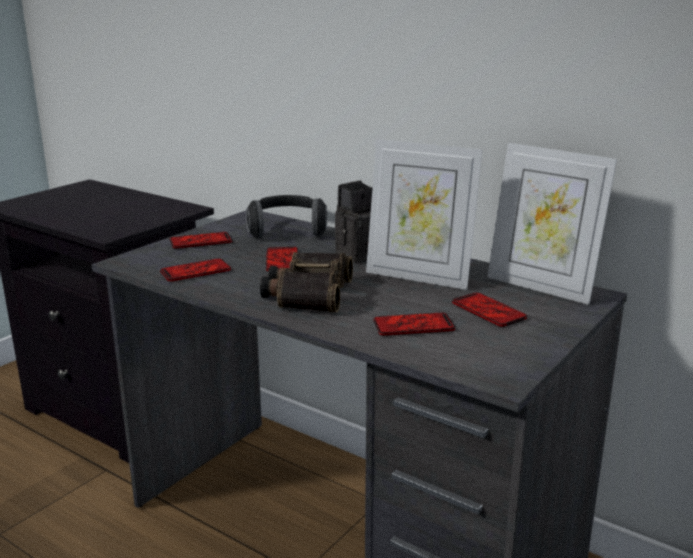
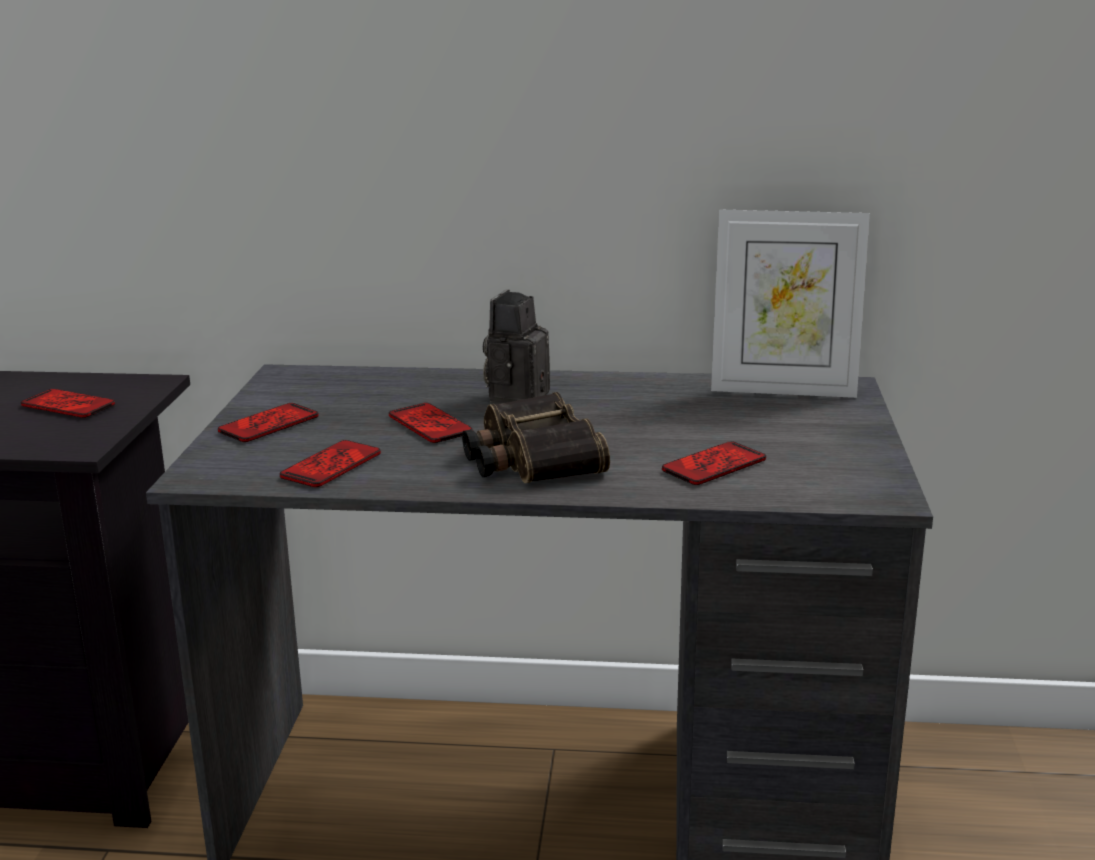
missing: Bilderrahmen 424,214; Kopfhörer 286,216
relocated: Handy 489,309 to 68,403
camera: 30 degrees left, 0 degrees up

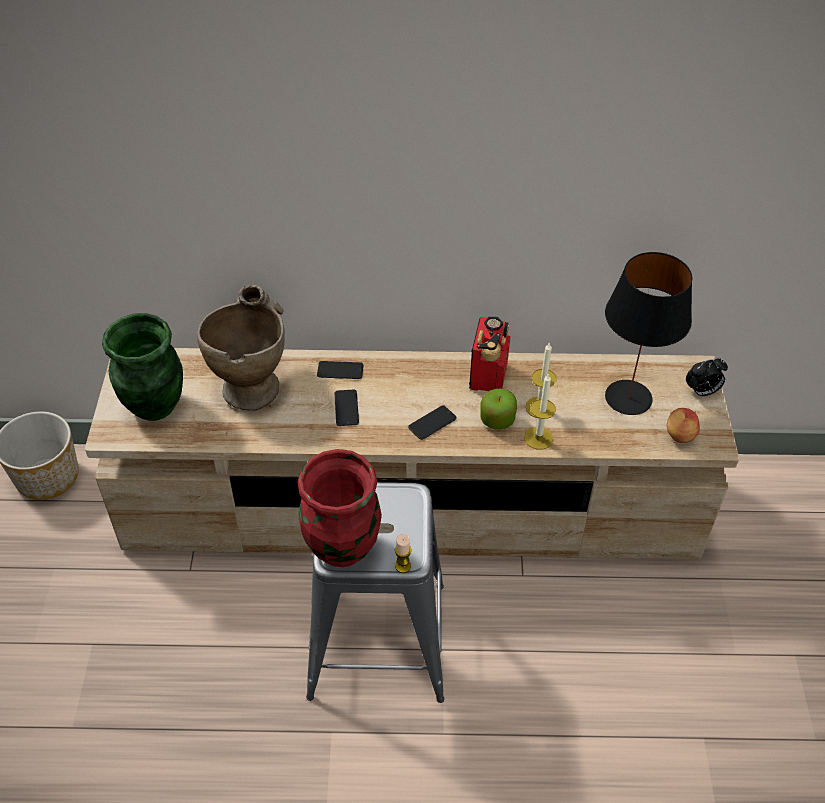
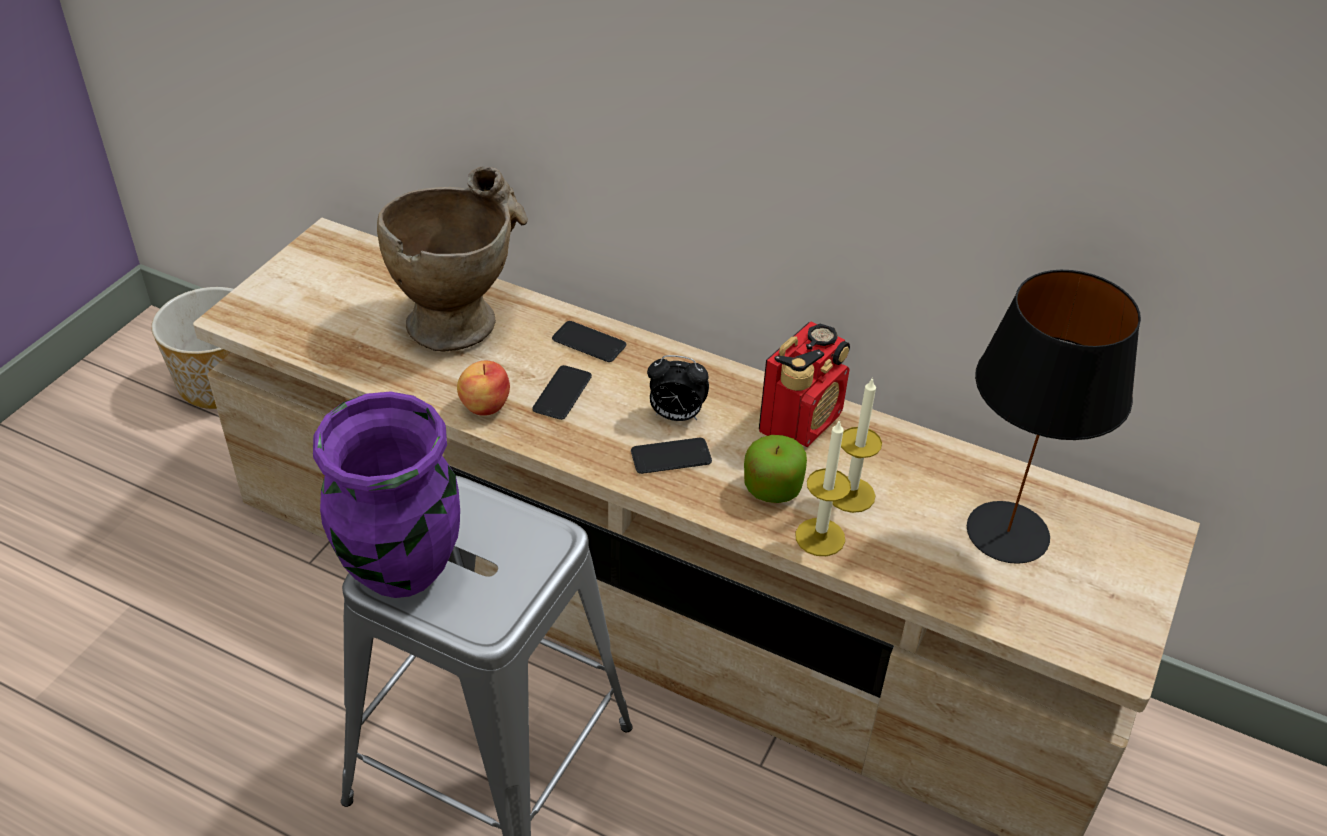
missing: Vase/grün 142,367; Kerze 403,553
relocated: Wecker 707,377 to 678,388; Apfel 683,425 to 483,388
colour: Vase/rot 339,508 to Vase/lila 386,494
camera: 25 degrees right, 5 degrees down

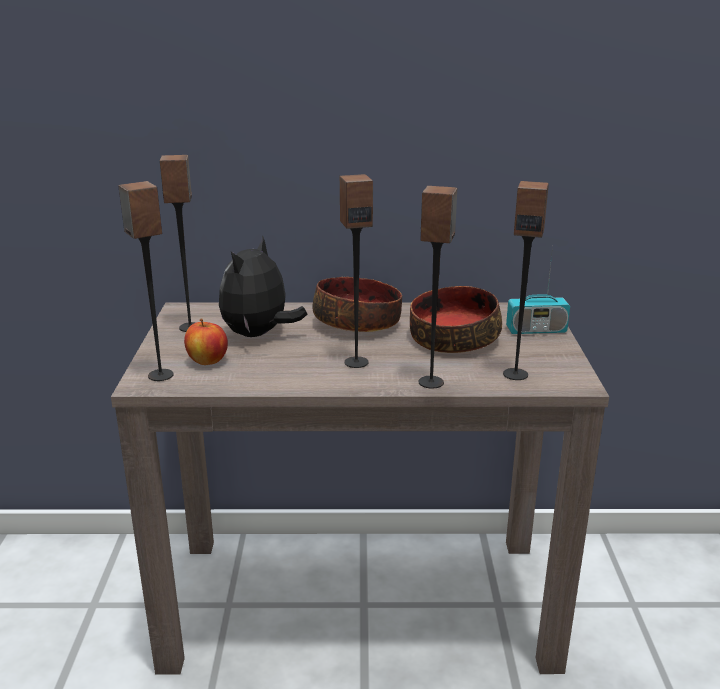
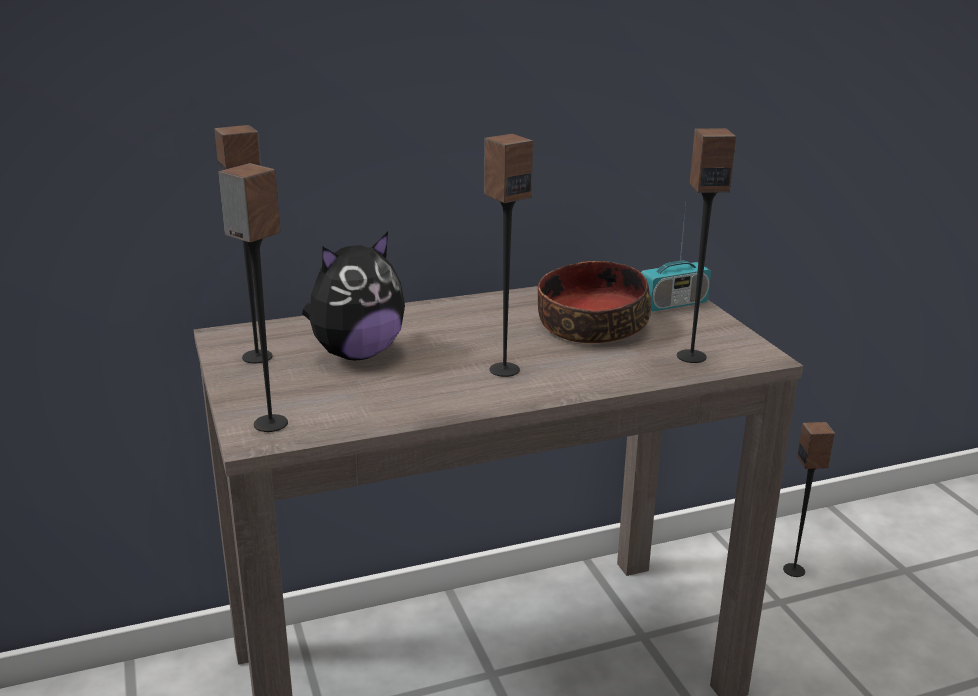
missing: Schüssel 357,304; Apfel 206,341
relocated: Lautsprecher 438,287 to 809,499
spun: Plüschtier 263,286 = 353,295 135 degrees counterclockwise
camera: 20 degrees left, 0 degrees up

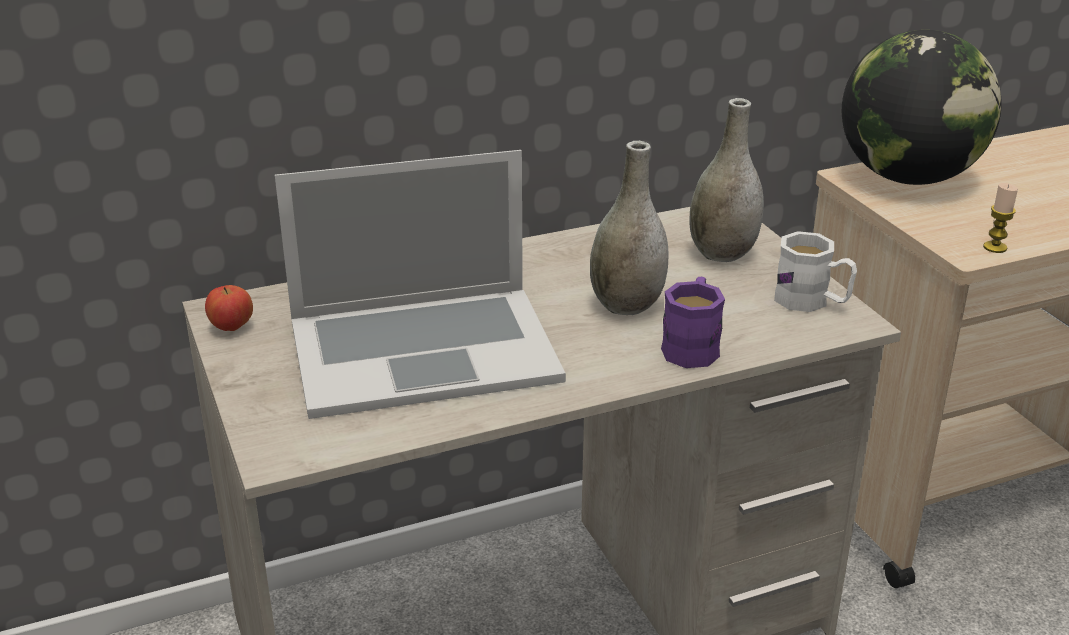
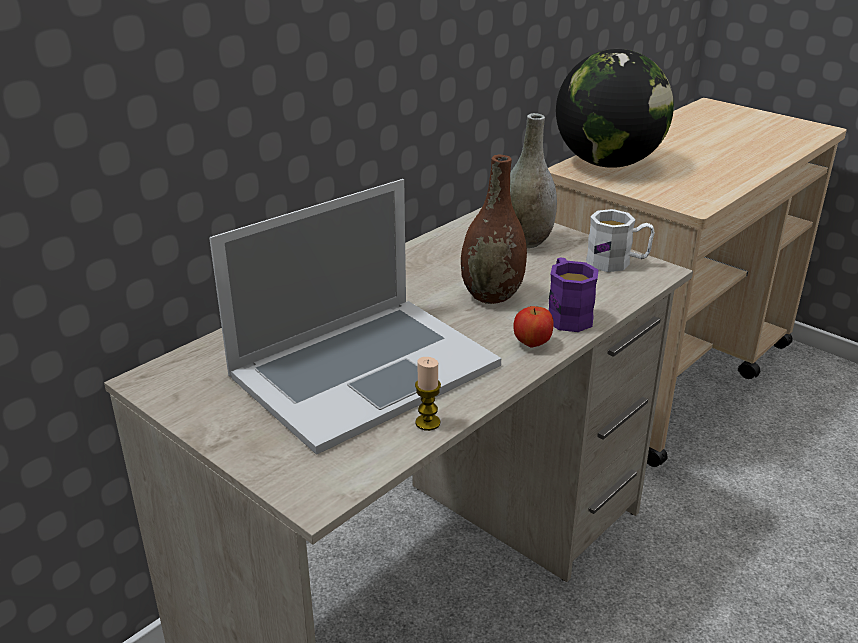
relocated: Kerze 1000,218 to 428,394; Apfel 229,308 to 533,327
colour: Vase/grau 629,228 to Vase/braun 494,229
camera: 25 degrees left, 0 degrees up

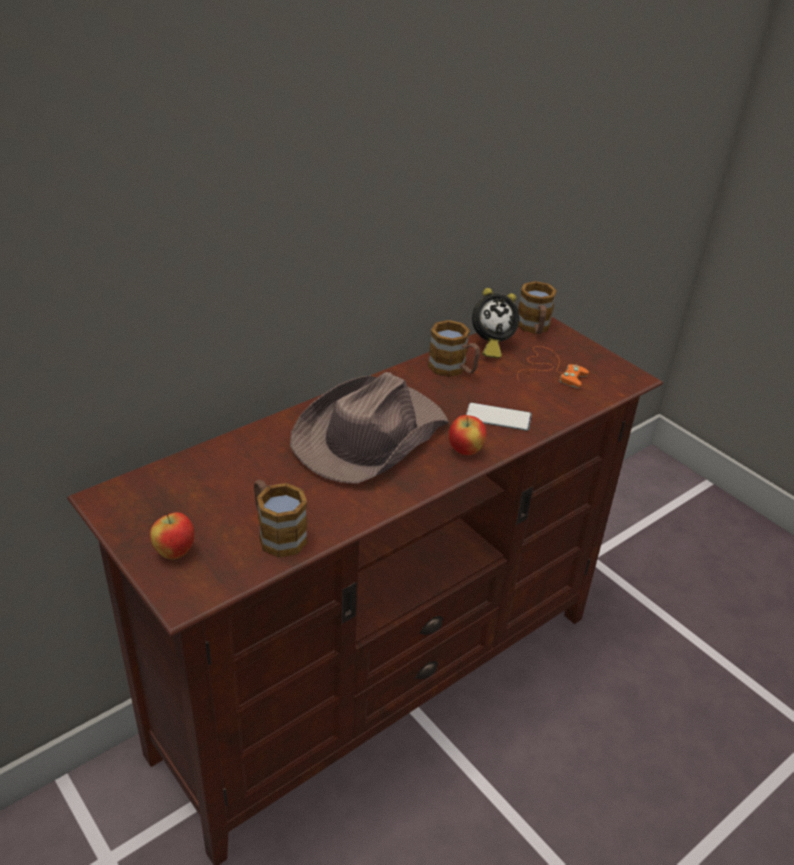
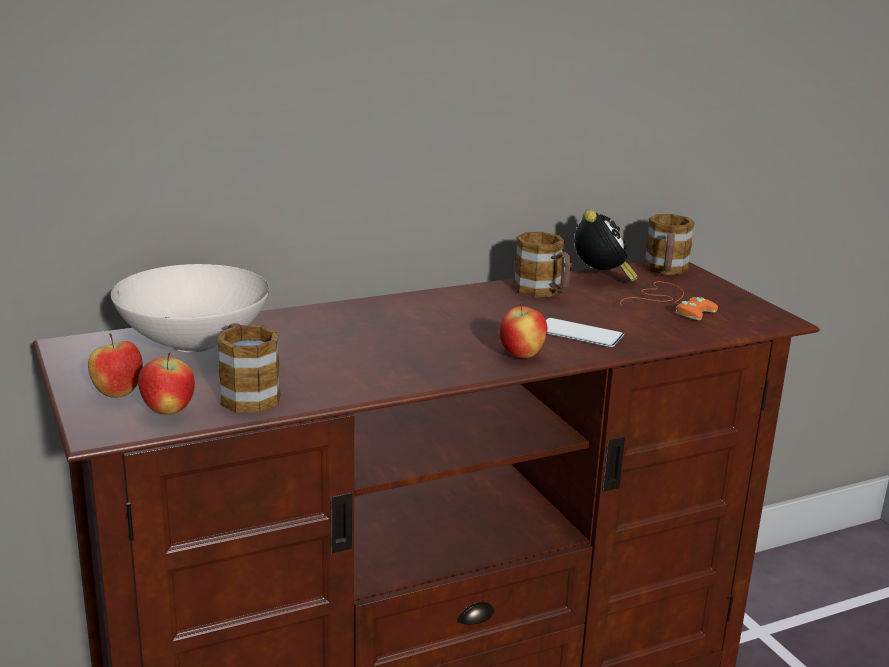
missing: Hut/braun 369,428
appeared: Schüssel/weiß 190,308; Apfel 166,383
spun: Wecker 495,323 = 606,246 90 degrees counterclockwise
camera: 15 degrees right, 15 degrees down

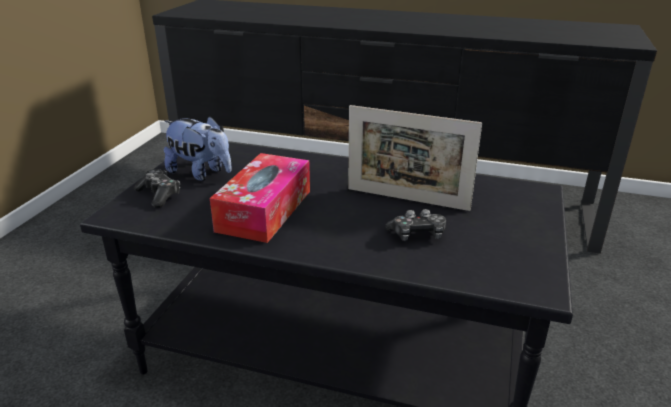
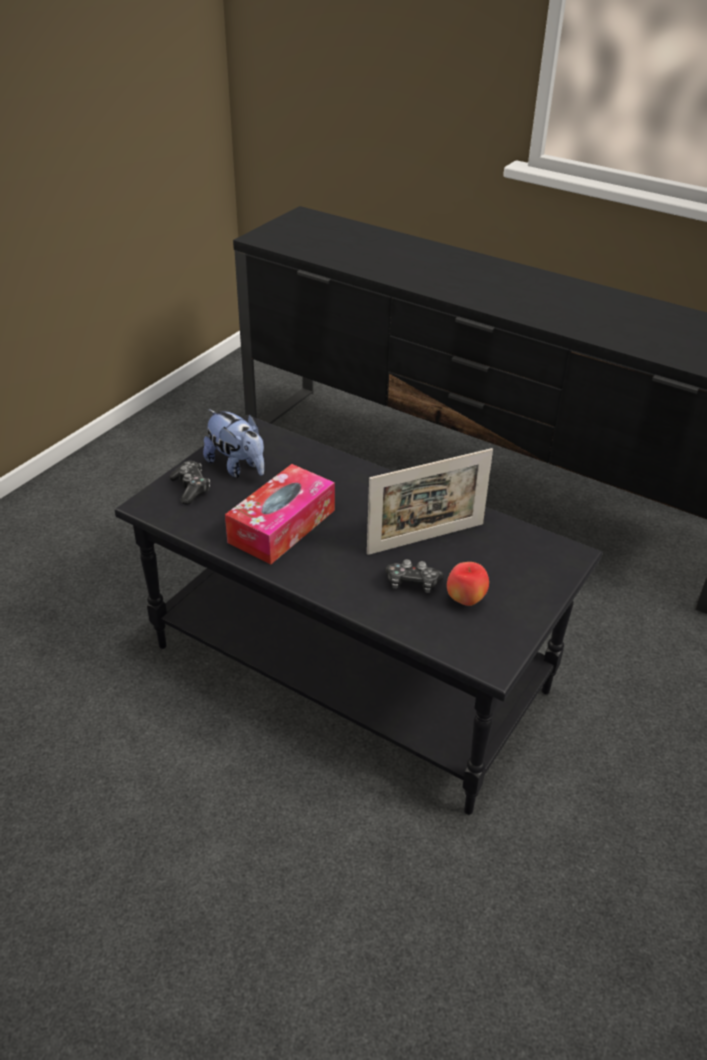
appeared: Apfel 468,584
spun: Bilderrahmen 415,158 = 430,501 60 degrees counterclockwise
camera: 15 degrees right, 10 degrees up

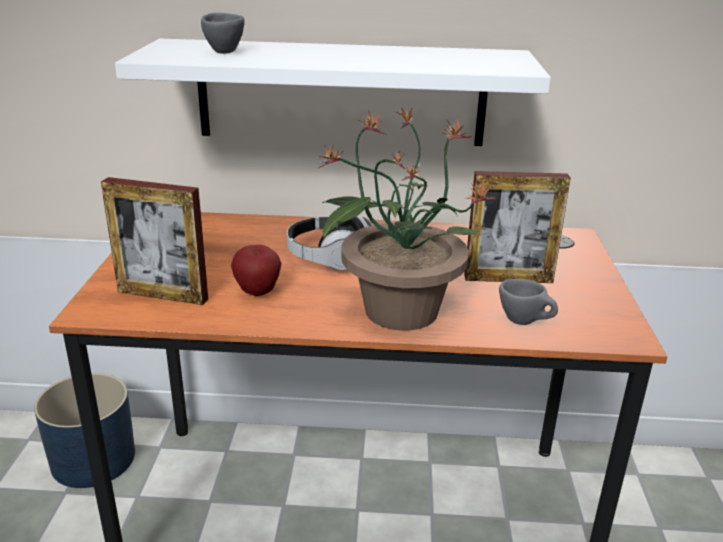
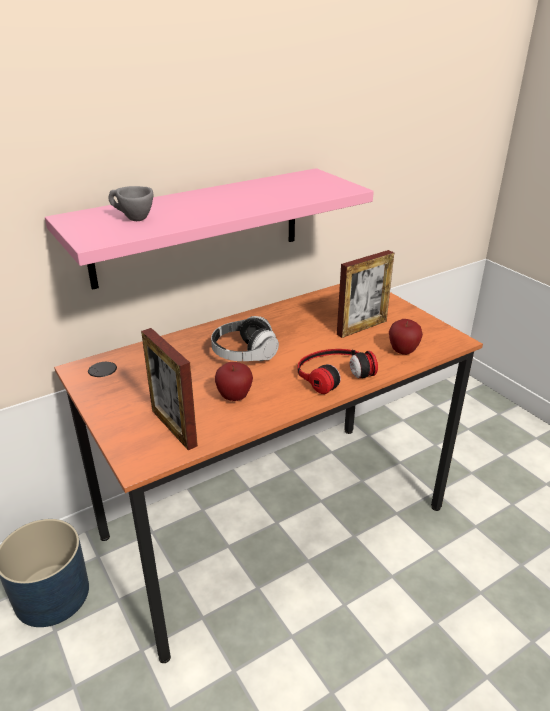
exchanged: Topfpflanze 407,219 to Kopfhörer 337,371; Tasse/grau 528,302 to Apfel 406,337
colour: Wandregal/weiß 333,92 to Wandregal/rosa 209,229
spun: Bilderrahmen 154,241 = 169,389 75 degrees clockwise
camera: 35 degrees left, 5 degrees up

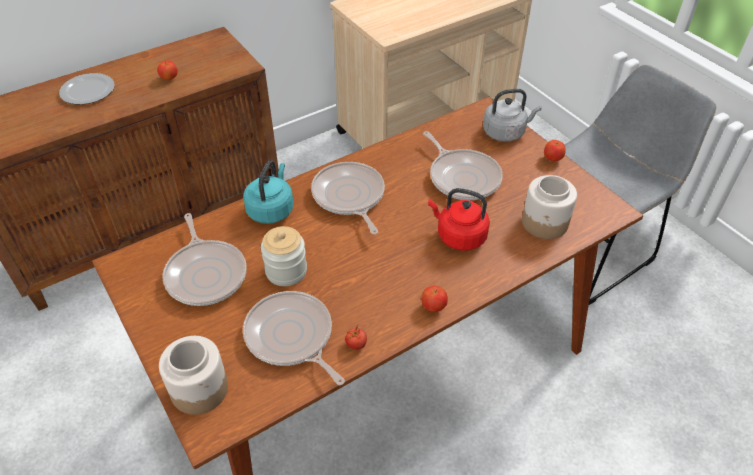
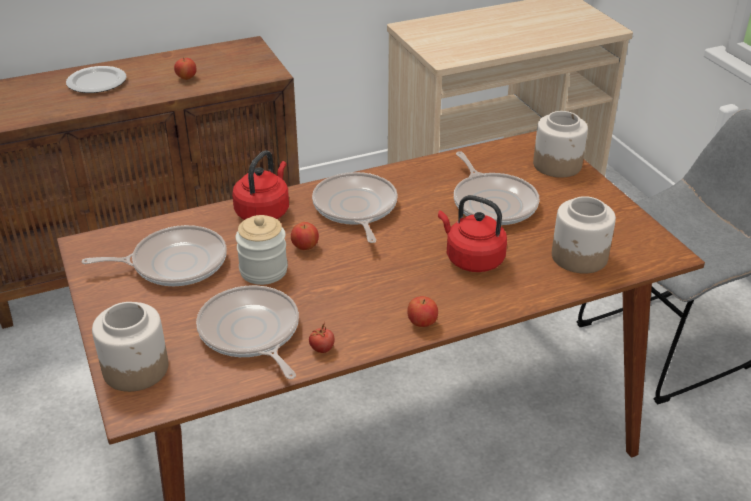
relocated: Apfel 555,151 to 305,236
exchanged: Wasserkessel/grau 512,115 to Vorratsglas 560,144
colour: Wasserkessel/türkis 268,192 to Wasserkessel/rot 260,185
spun: Pfanne 204,259 = 154,255 90 degrees counterclockwise
camera: 10 degrees right, 10 degrees down

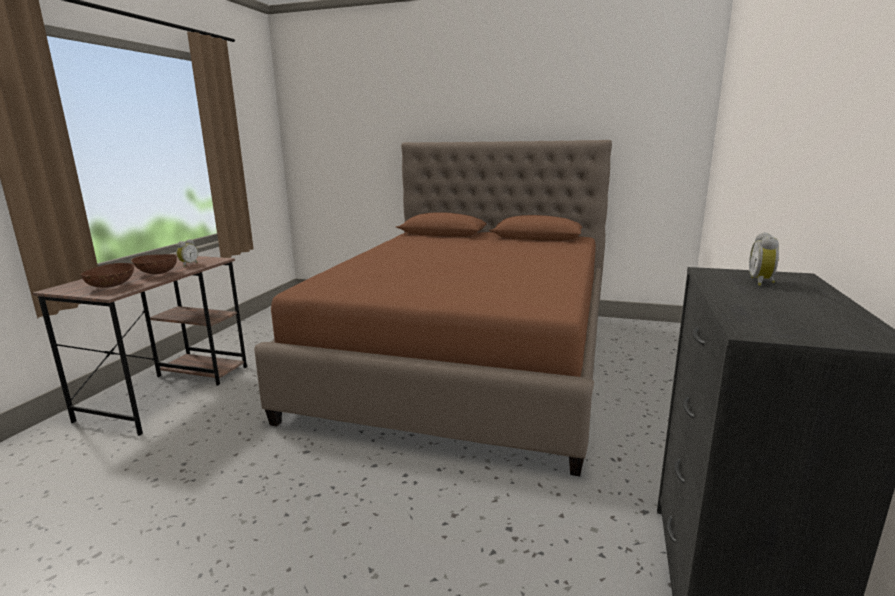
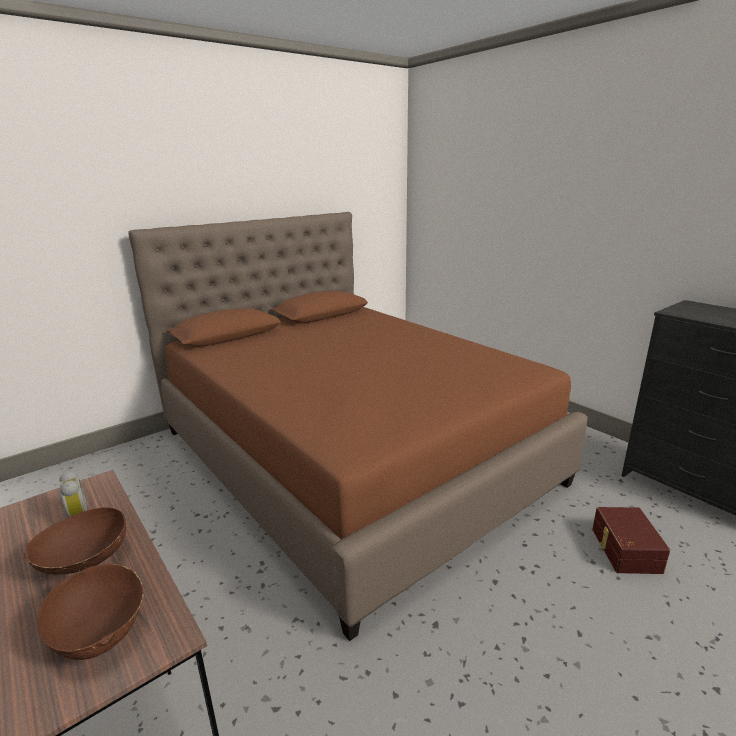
missing: Wecker 764,259
appeared: Aufbewahrungsbox/braun 631,540
camera: 55 degrees left, 5 degrees up

